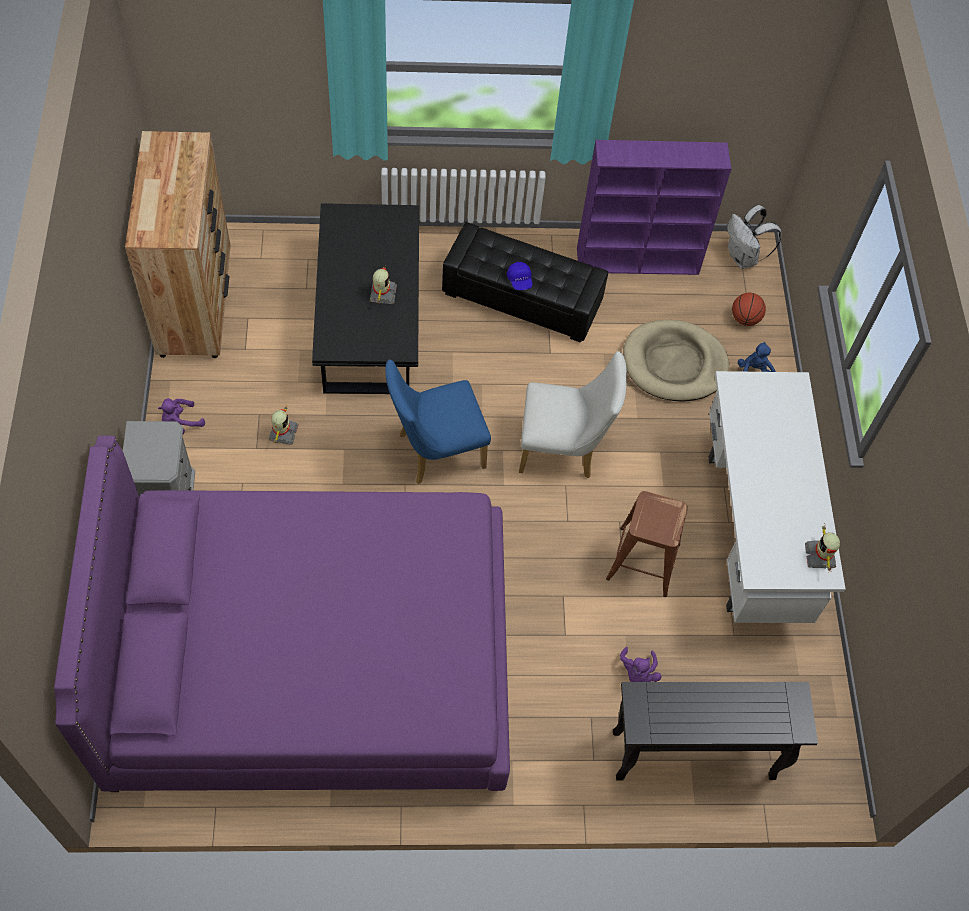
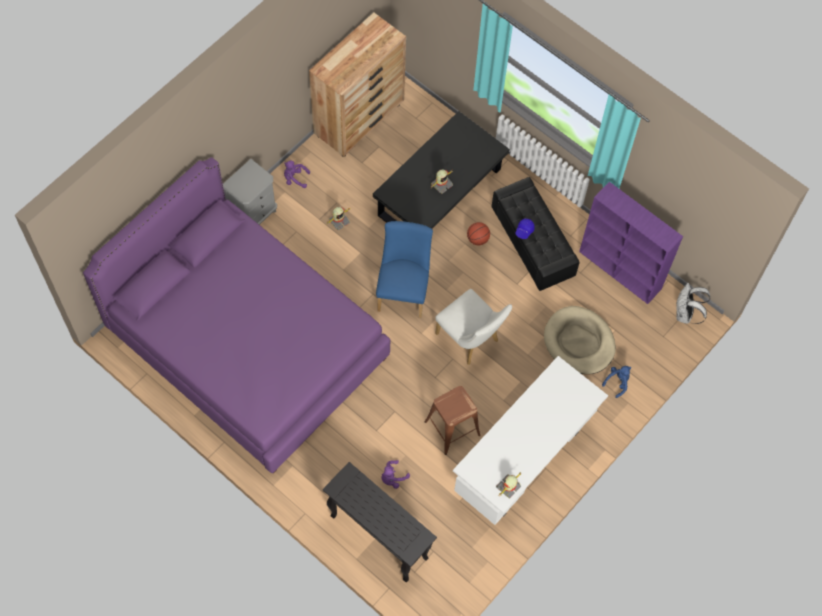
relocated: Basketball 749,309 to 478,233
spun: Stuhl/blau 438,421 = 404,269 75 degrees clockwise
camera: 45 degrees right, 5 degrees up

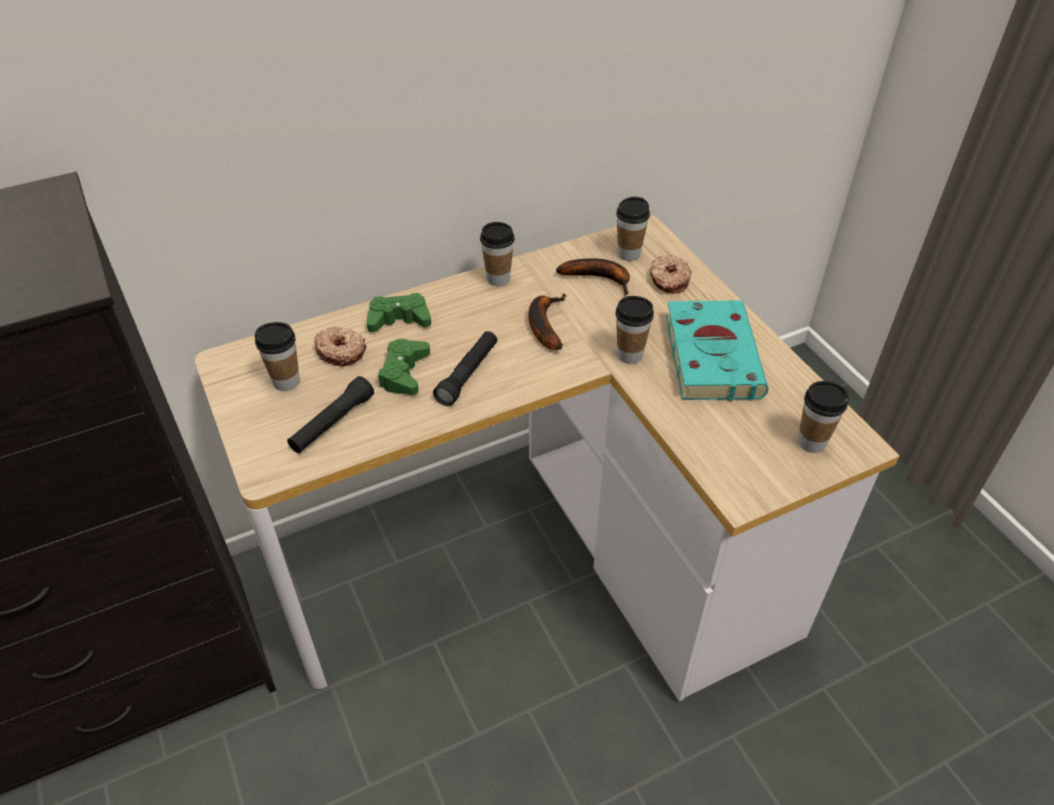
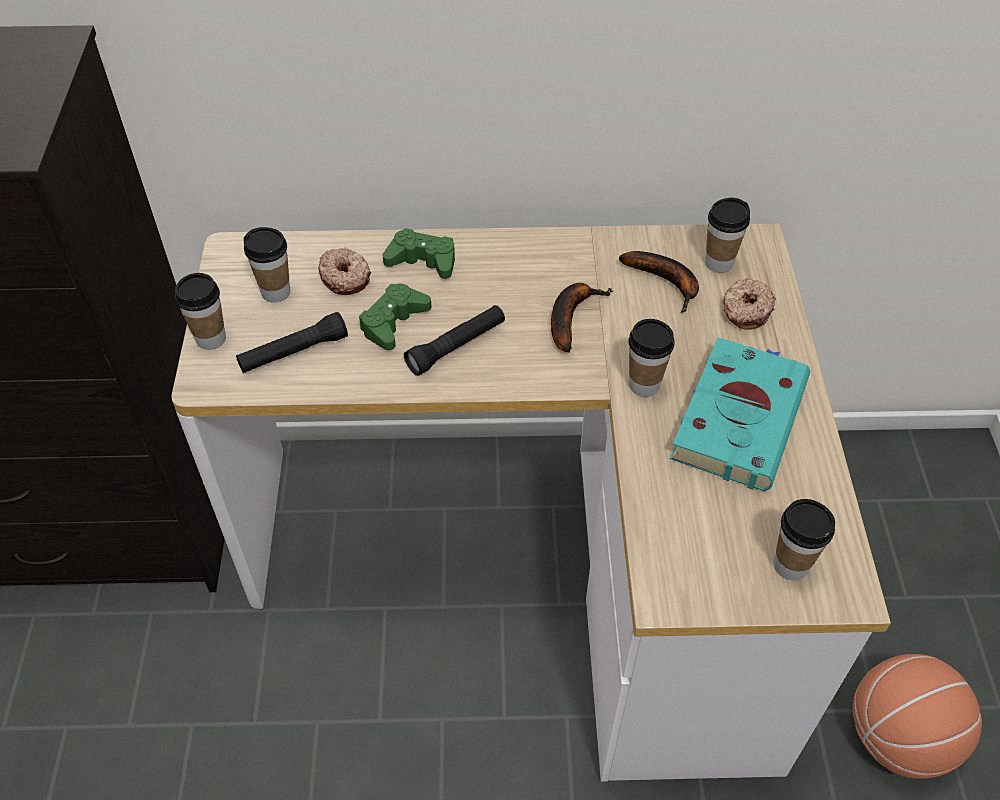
appeared: Basketball 917,716
relocated: Tasse 497,254 to 200,311
camera: 25 degrees right, 5 degrees up

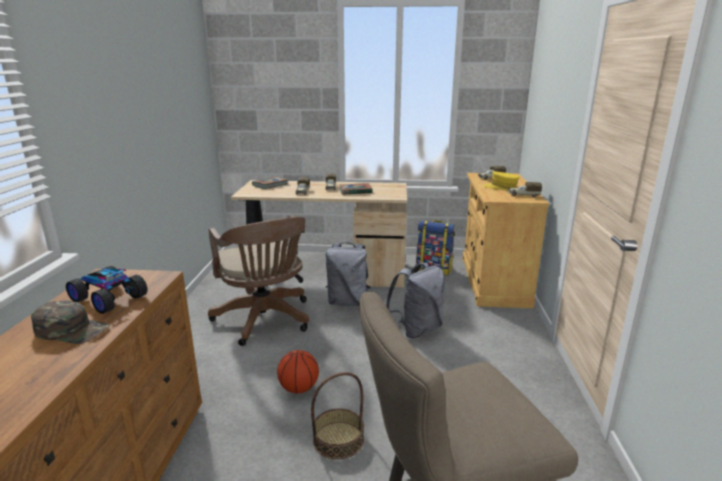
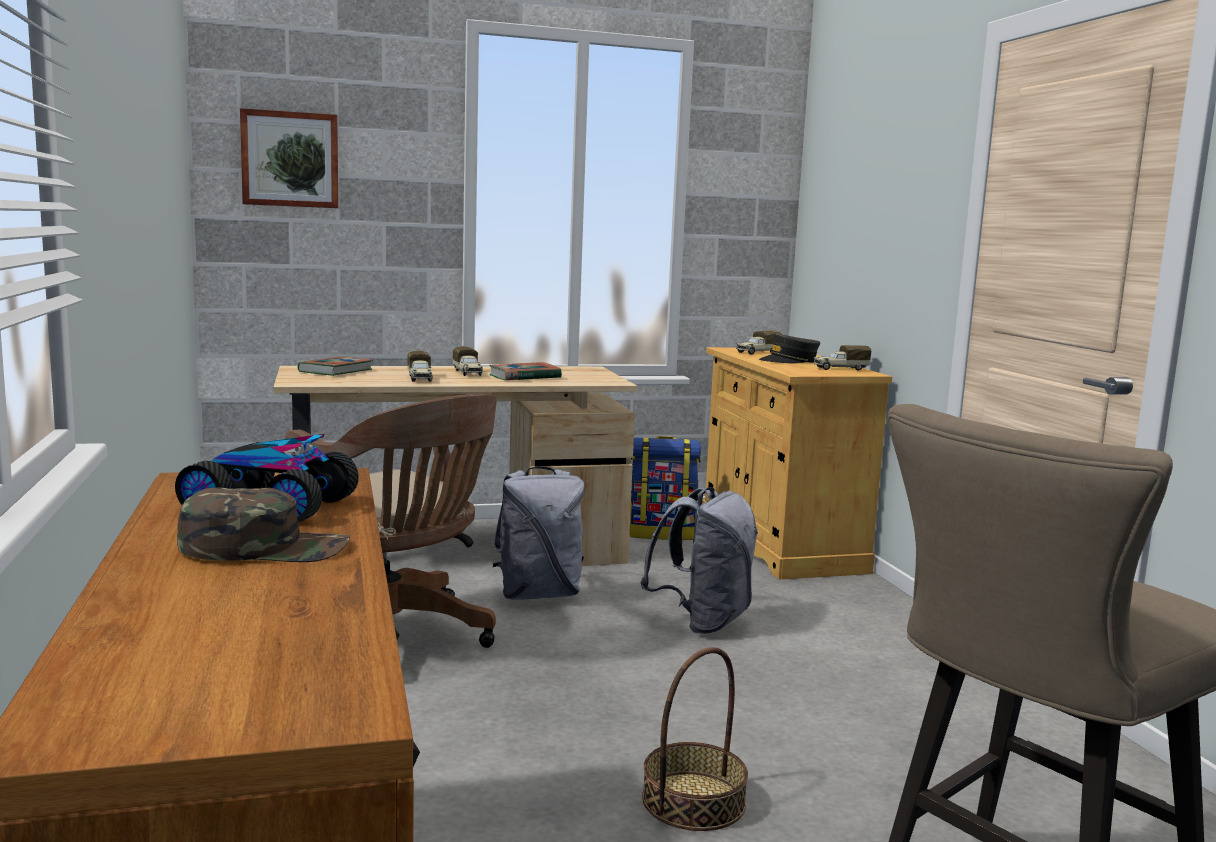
missing: Basketball 298,371
appeared: Bild 289,158
colour: Kappe/gelb 501,180 to Kappe/grau 789,348
camera: 20 degrees left, 10 degrees down

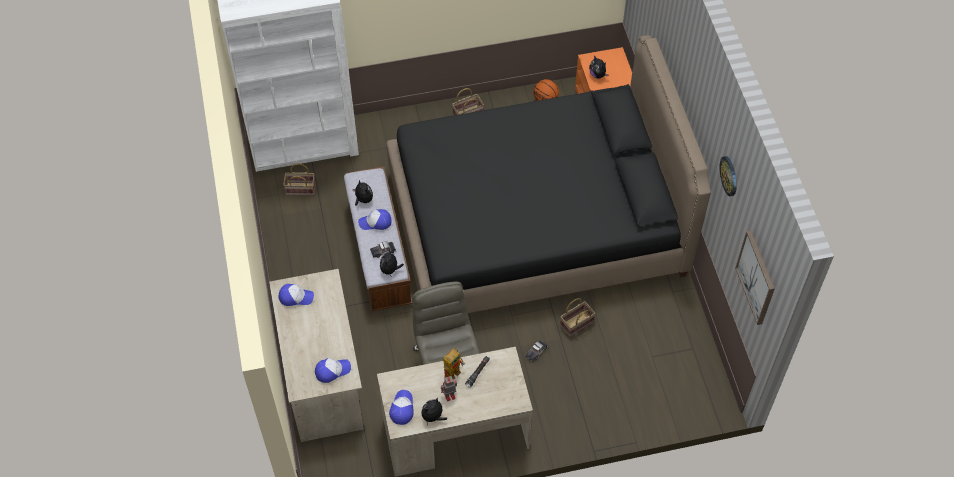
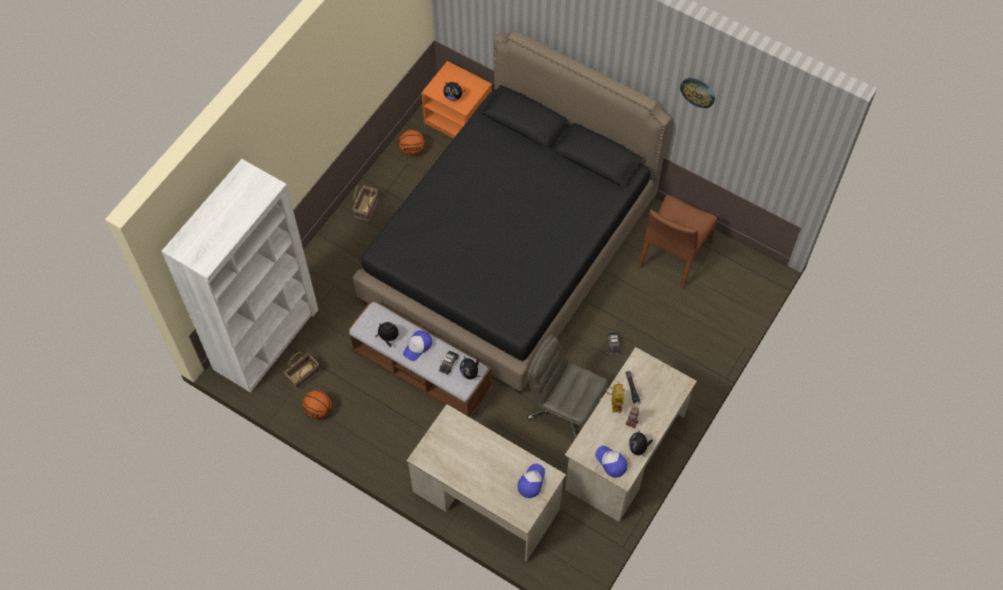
missing: Bild 755,277; Kappe 296,295; Korb 577,317
appeared: Stuhl/braun 677,241; Basketball 317,404
camera: 45 degrees left, 5 degrees up

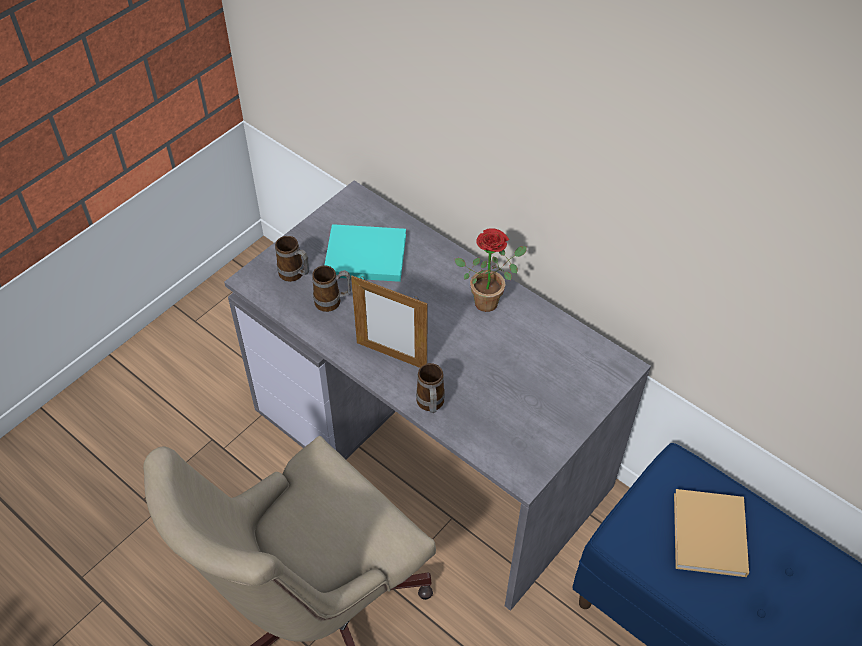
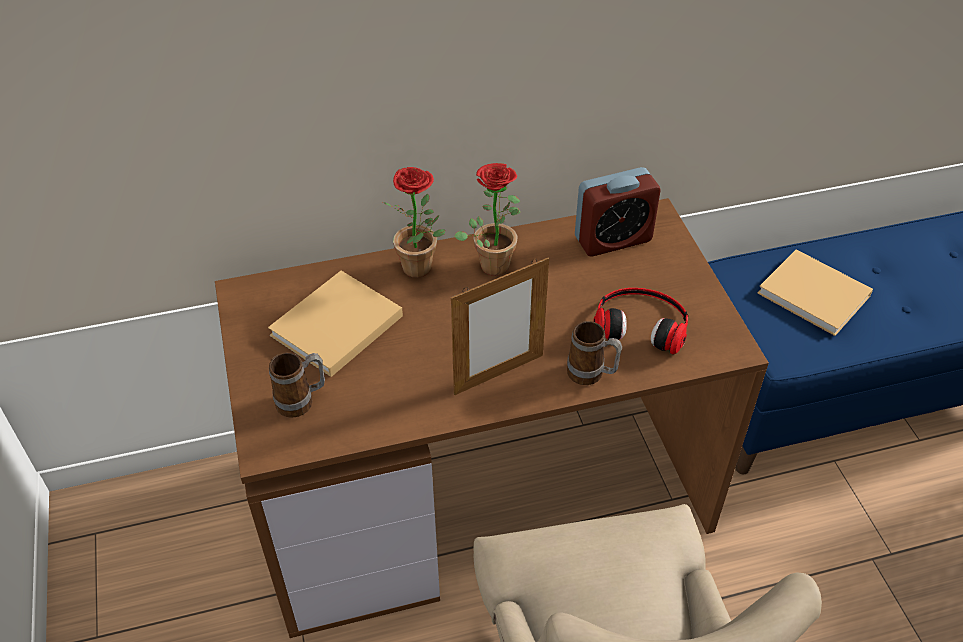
missing: Henkelbecher 331,288
appeared: Topfpflanze 414,222; Wecker 618,212; Kopfhörer 640,321
colour: Schreibtisch/grau 437,395 to Schreibtisch/braun 492,418; Buch/türkis 365,253 to Buch/beige 335,324
camera: 55 degrees left, 5 degrees down

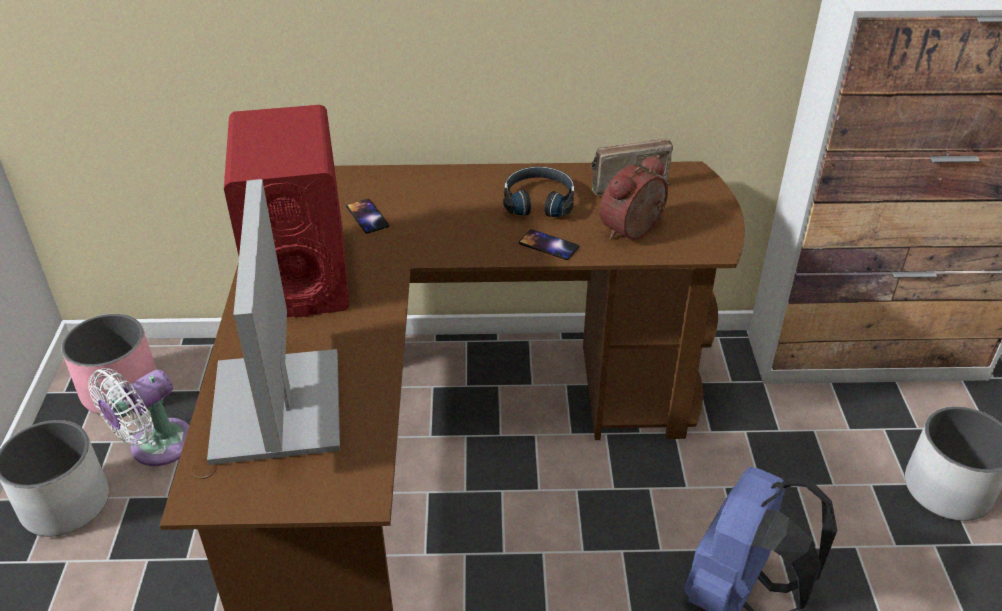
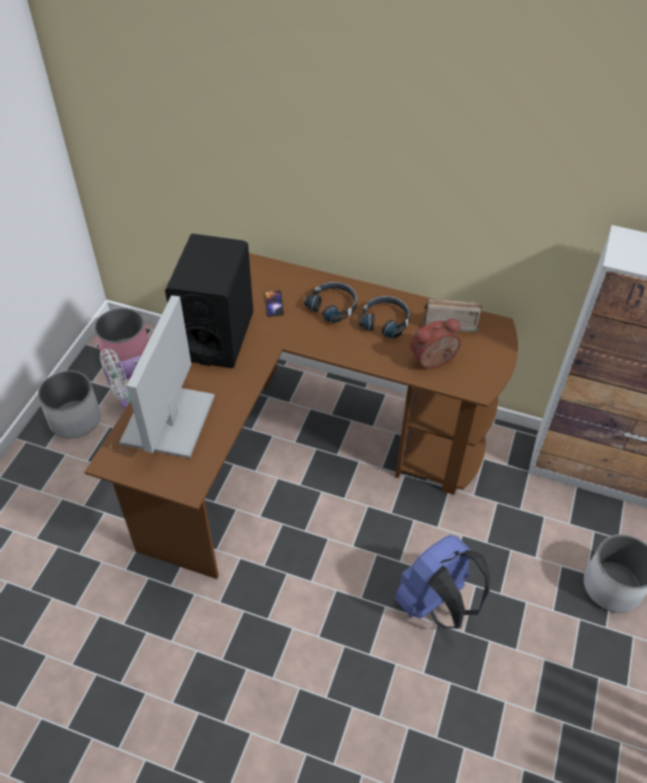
missing: Handy 549,244
appeared: Kopfhörer/schwarz 330,302
colour: Lautsprecher/rot 287,211 to Lautsprecher/schwarz 209,301
camera: 20 degrees right, 10 degrees up

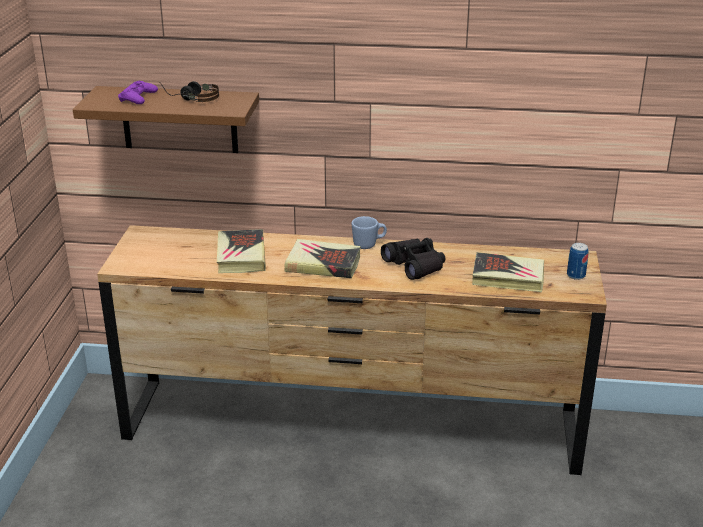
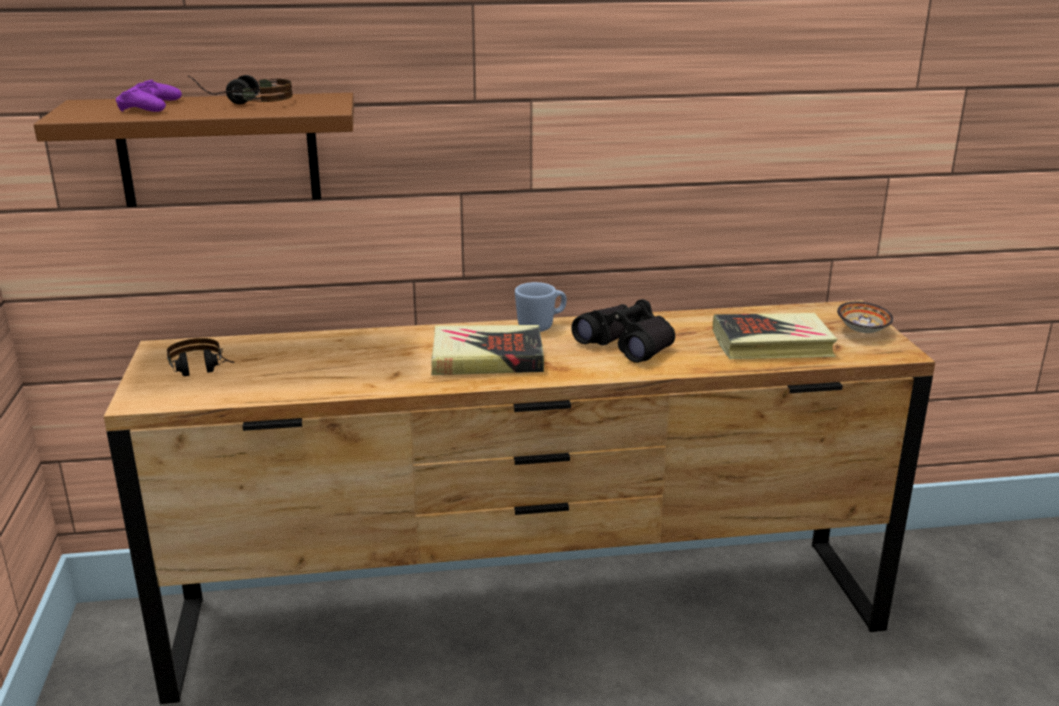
missing: Buch 241,251
appeared: Kopfhörer 200,357
exchanged: Dose 578,261 to Schüssel 865,317
camera: 15 degrees left, 5 degrees down

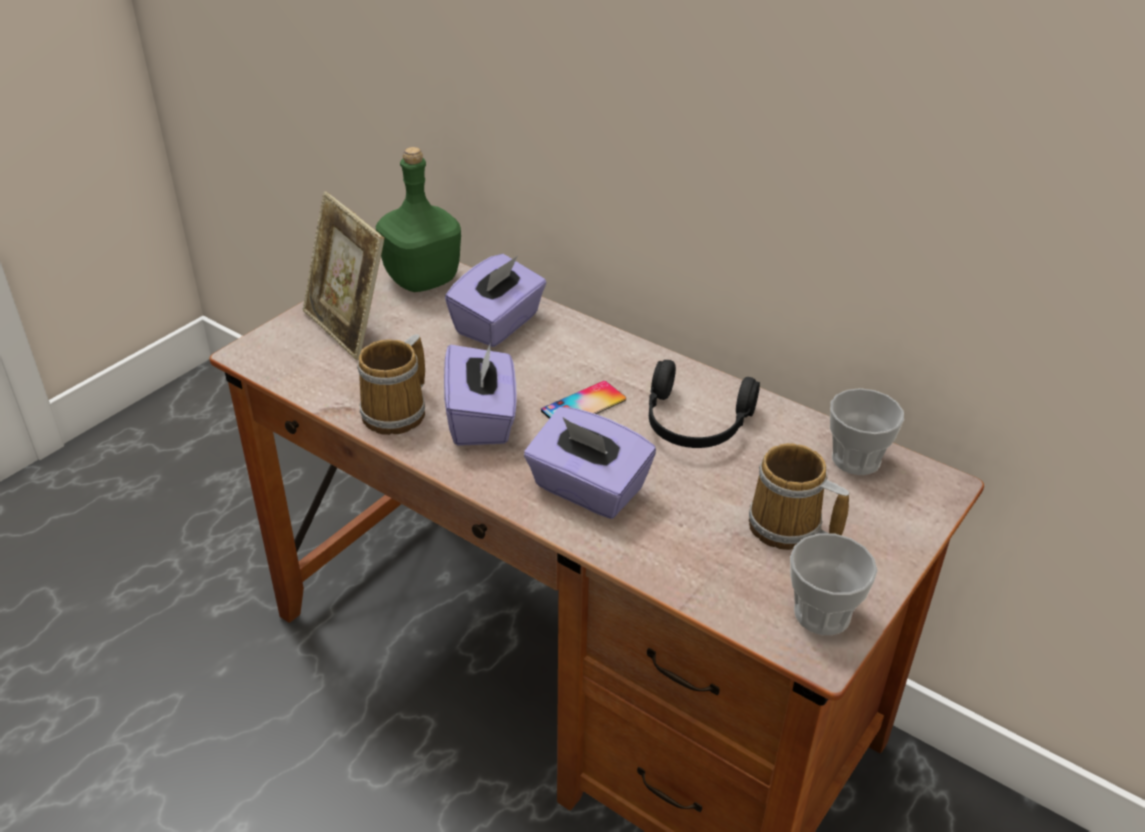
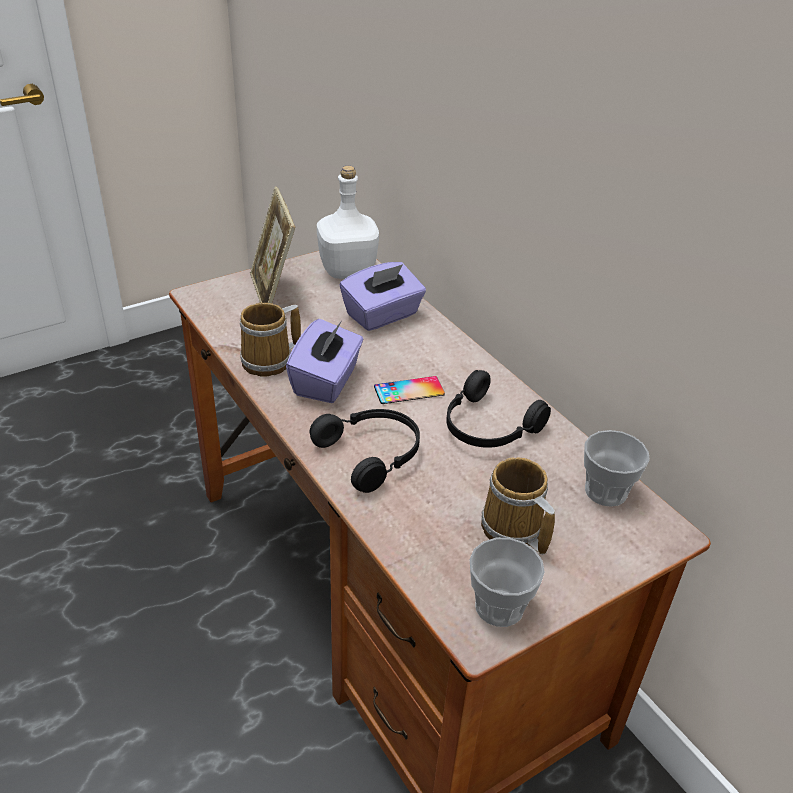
exchanged: Taschentuchbox/lila 590,463 to Kopfhörer/schwarz 364,451
colour: Flasche/grün 418,219 to Flasche/weiß 348,222
camera: 20 degrees right, 0 degrees up

